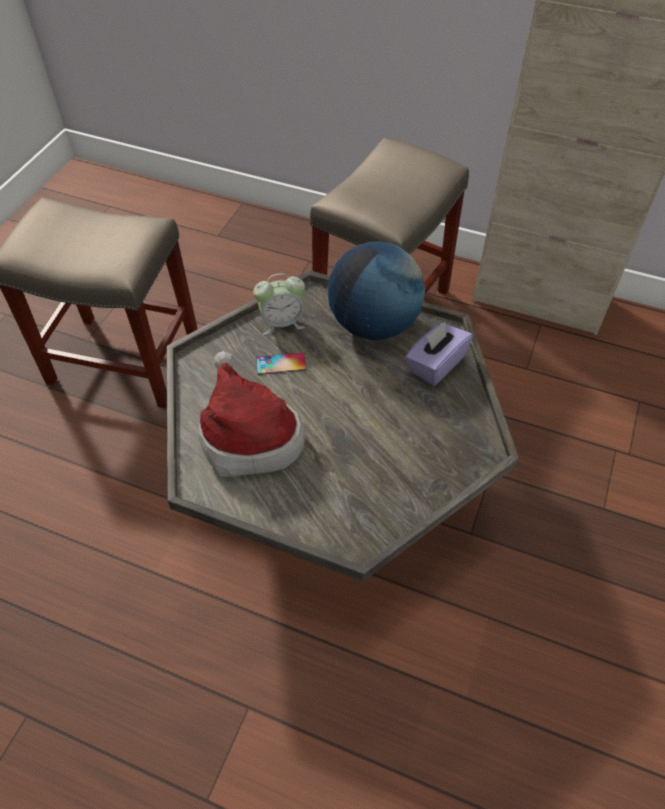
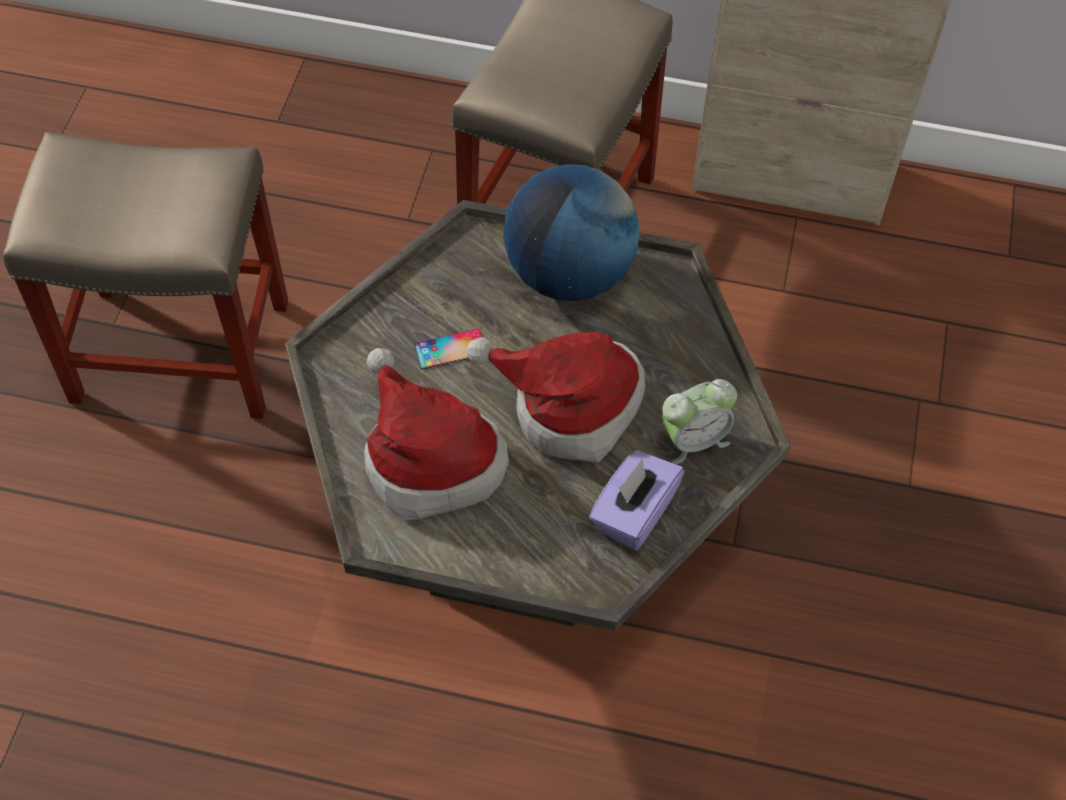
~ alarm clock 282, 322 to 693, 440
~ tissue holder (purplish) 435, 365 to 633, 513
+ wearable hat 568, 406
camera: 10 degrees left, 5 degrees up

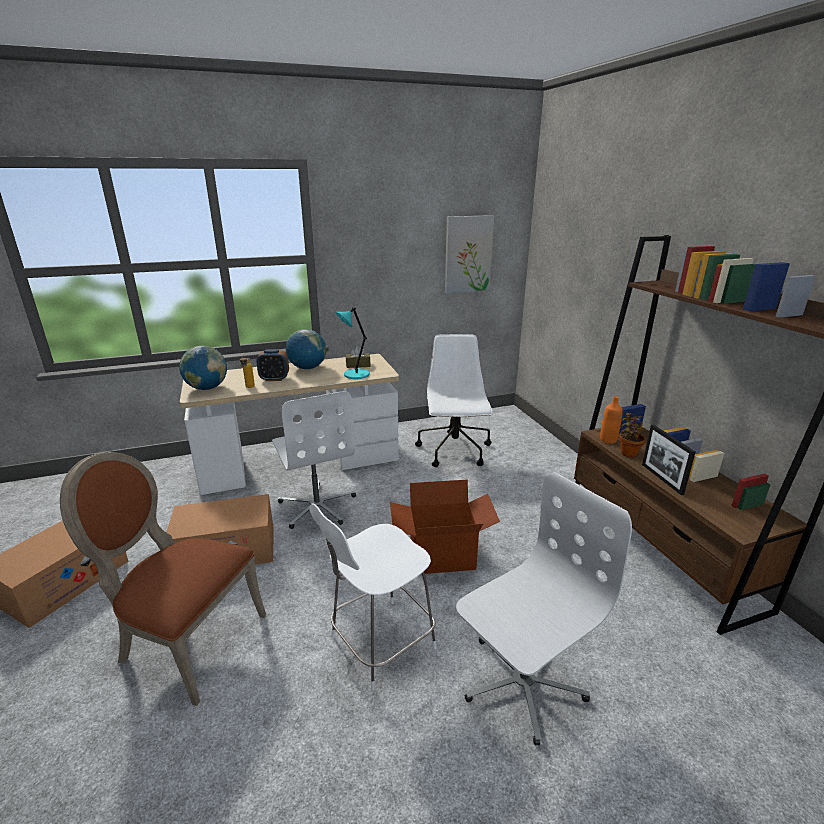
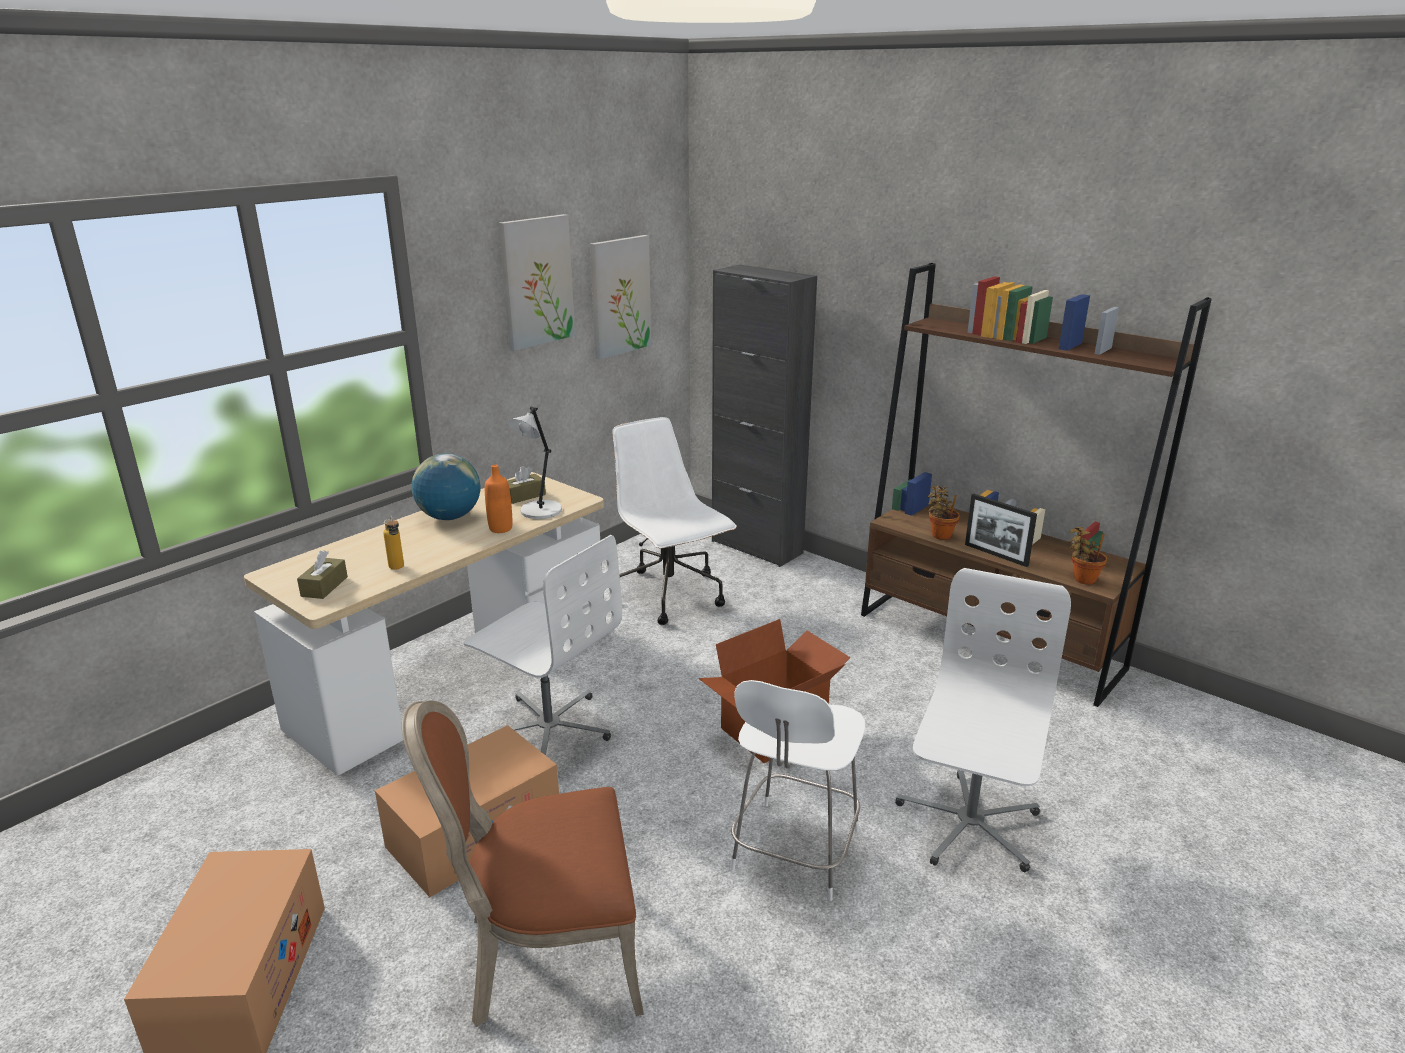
~ globe 207, 388 to tissue holder (brownish) 324, 586
- alarm clock 274, 379
~ table lamp (turquoise) 355, 375 to table lamp (greyish) 539, 511
~ bottle (orangey) 608, 440 to 500, 528
+ wall art 536, 281
+ cabinet (blackish) 756, 547
+ potted plant 1082, 579
camera: 30 degrees left, 0 degrees up

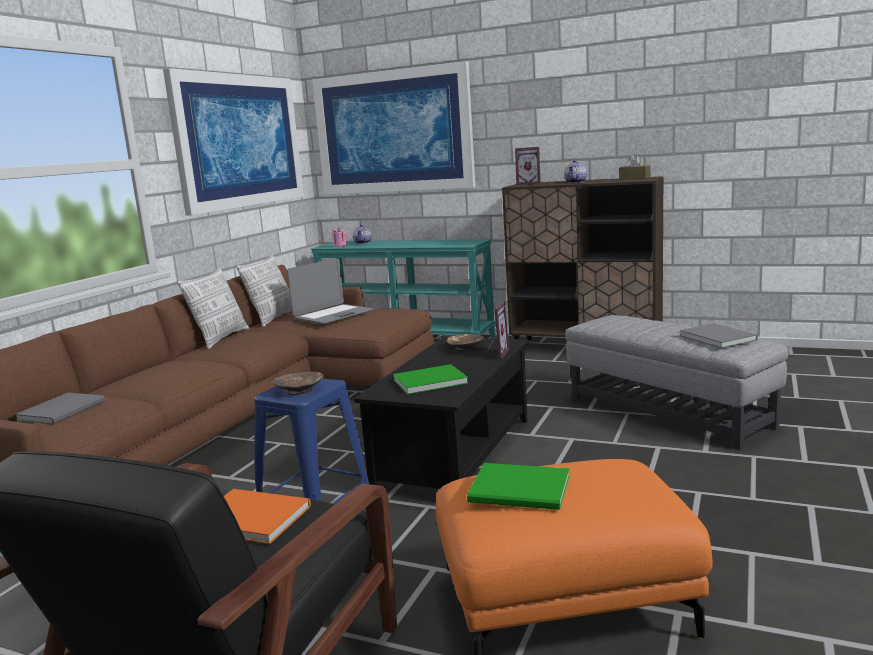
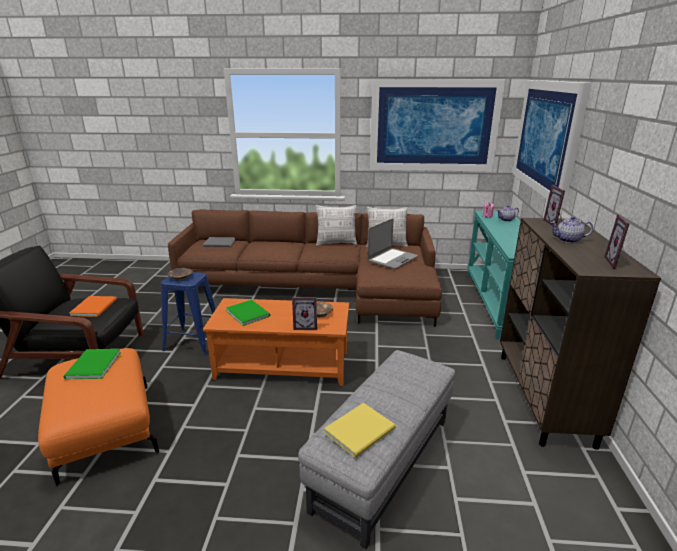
~ portable computer 333, 315 = 392, 259 75 degrees counterclockwise
~ lounge table (blackish) 454, 453 to lounge table (orangey) 283, 365
~ tissue holder (brownish) 634, 178 to photo frame 618, 263
~ volume (greyish) 717, 337 to volume (yellow-coloured) 362, 430
camera: 70 degrees right, 10 degrees up

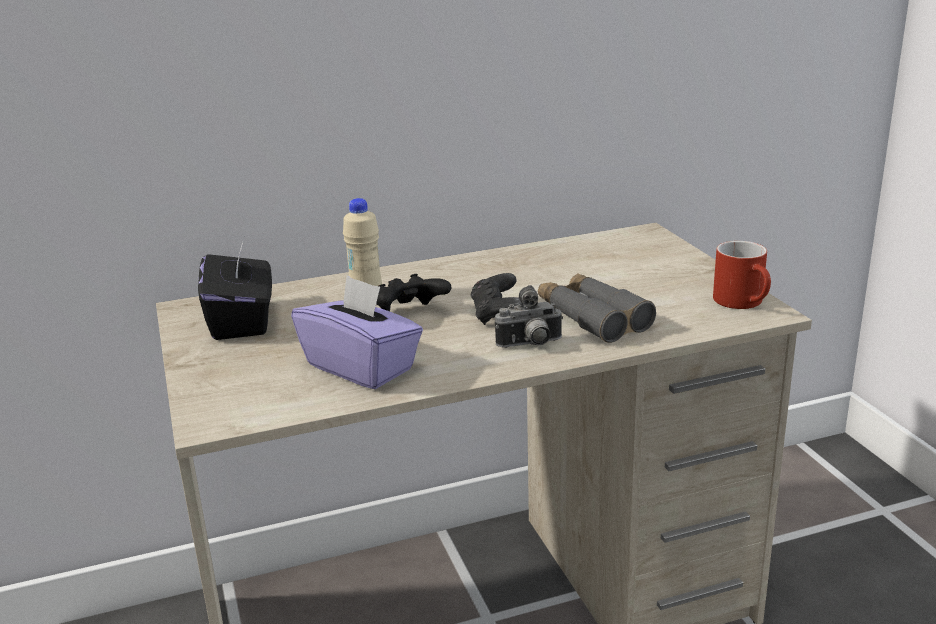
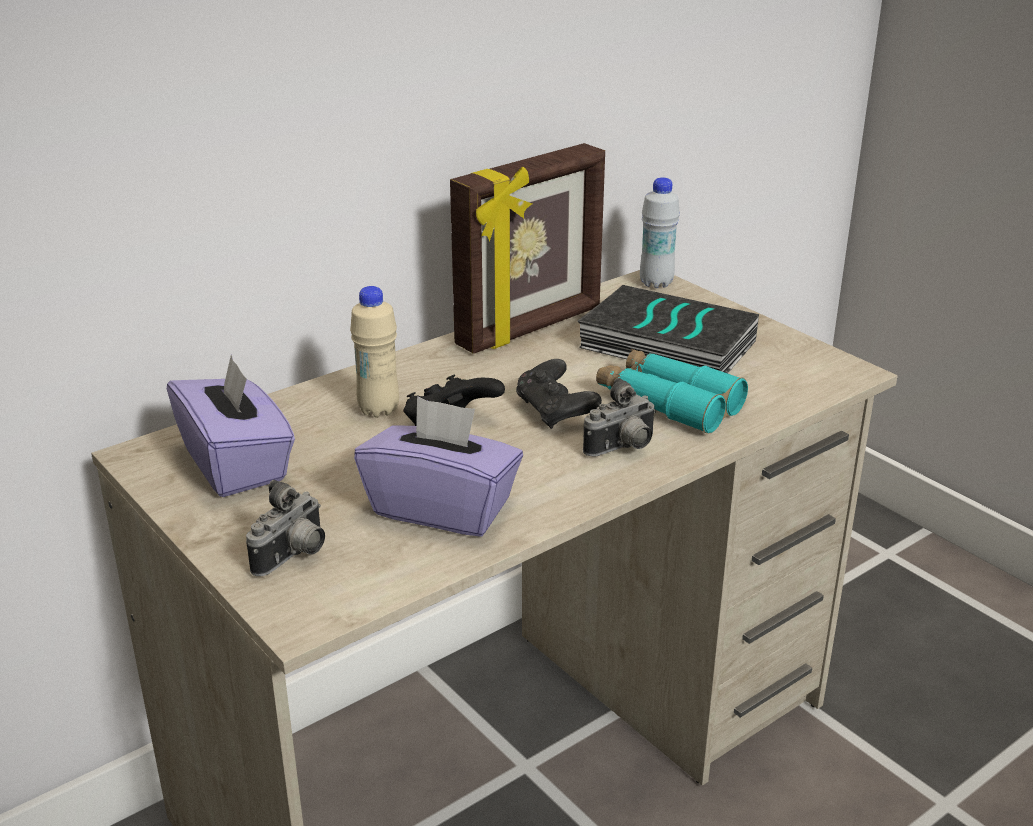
~ tissue holder (blackish) 242, 321 to tissue holder (purplish) 237, 464
~ pair of binoculars (greyish) 592, 317 to pair of binoculars (turquoise) 668, 402
- mug (reddish) 745, 302
+ still camera 294, 557
+ photo frame 531, 328
+ volume 665, 345
+ bottle (whitish) 656, 283
camera: 20 degrees left, 5 degrees up

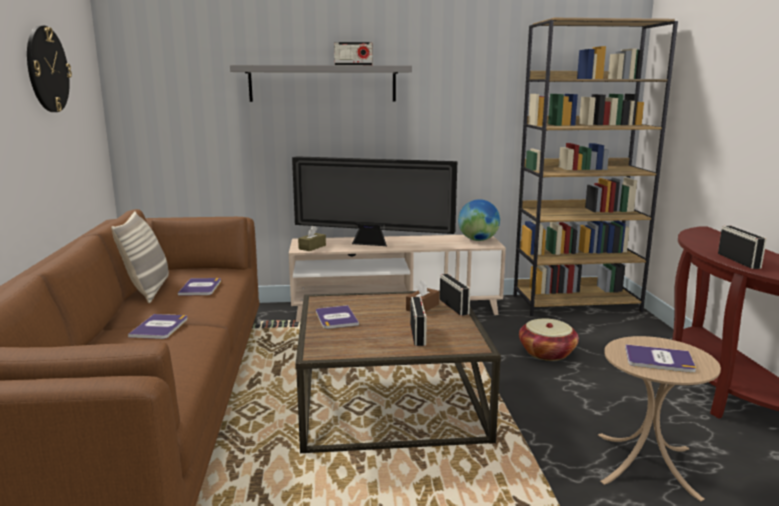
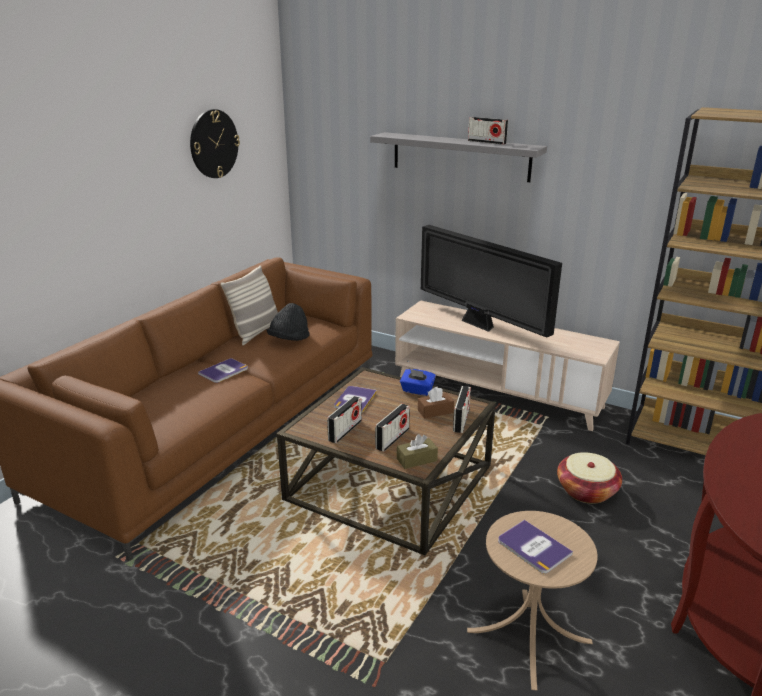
~ volume 200, 287 to wearable hat (blackish) 289, 339
~ tissue holder (brownish) 312, 247 to 416, 460
- globe 478, 240
~ radio set 738, 261 to 345, 431
+ tissue holder (blue) 417, 390
camera: 35 degrees right, 10 degrees up

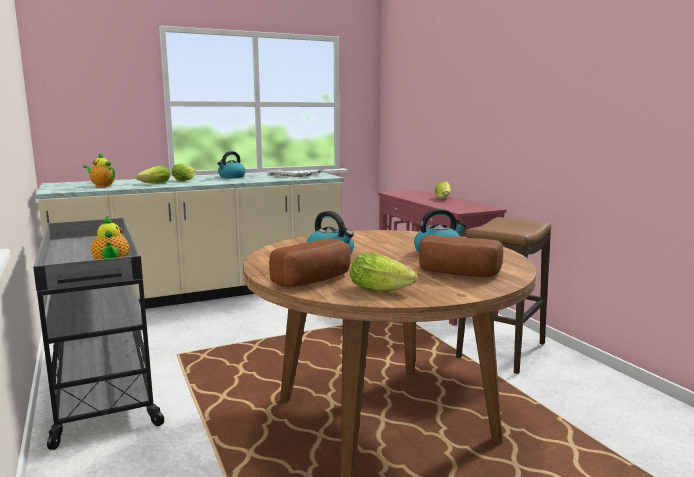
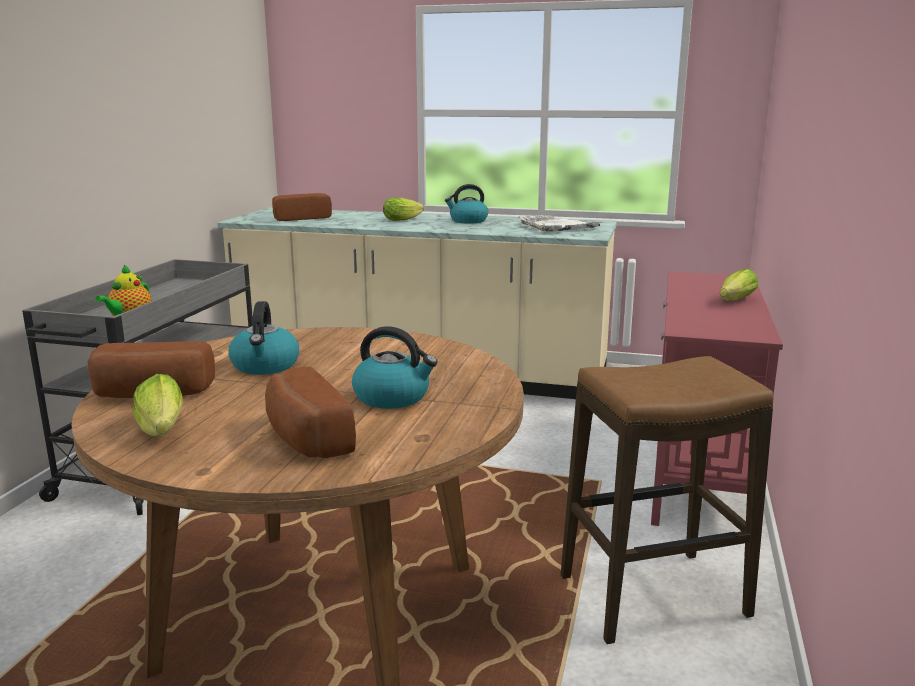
~ tea pot 102, 186 to baked bread 300, 218
- head of lettuce 153, 184
camera: 40 degrees right, 5 degrees up

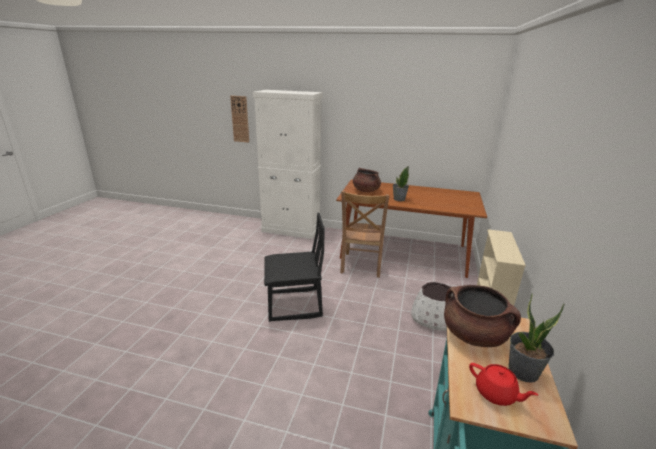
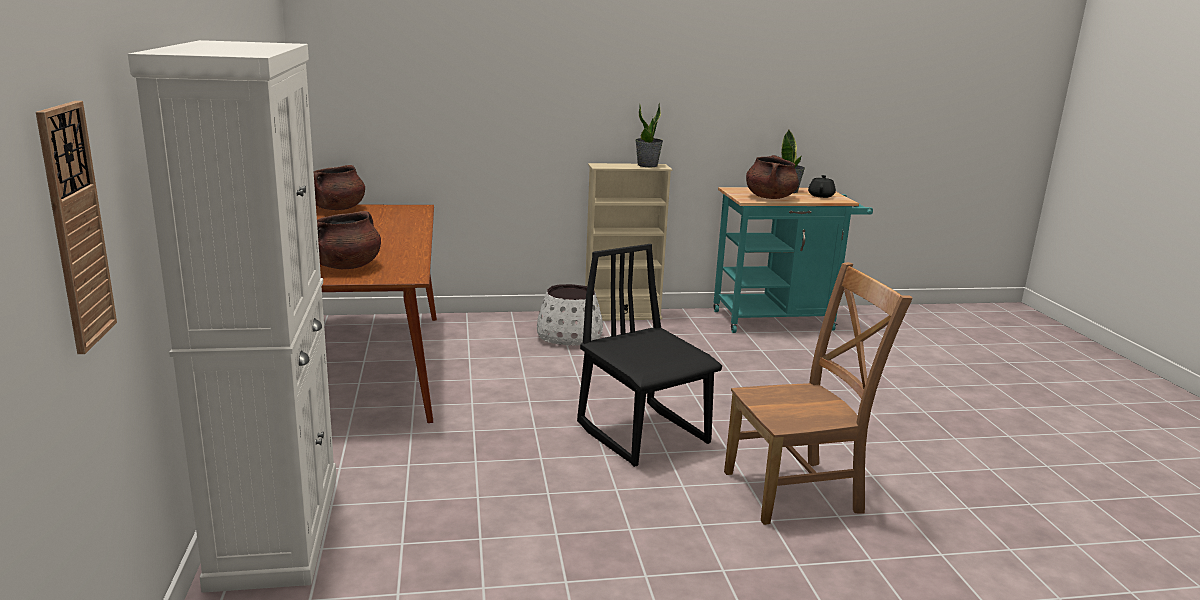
~ upright chair (brownish) 361, 266 to 797, 491
~ potted plant 399, 199 to 647, 165
~ tea pot (reddish) 496, 394 to tea pot (blackish) 821, 195
+ stockpot (brownish) 337, 208
camera: 115 degrees left, 5 degrees down

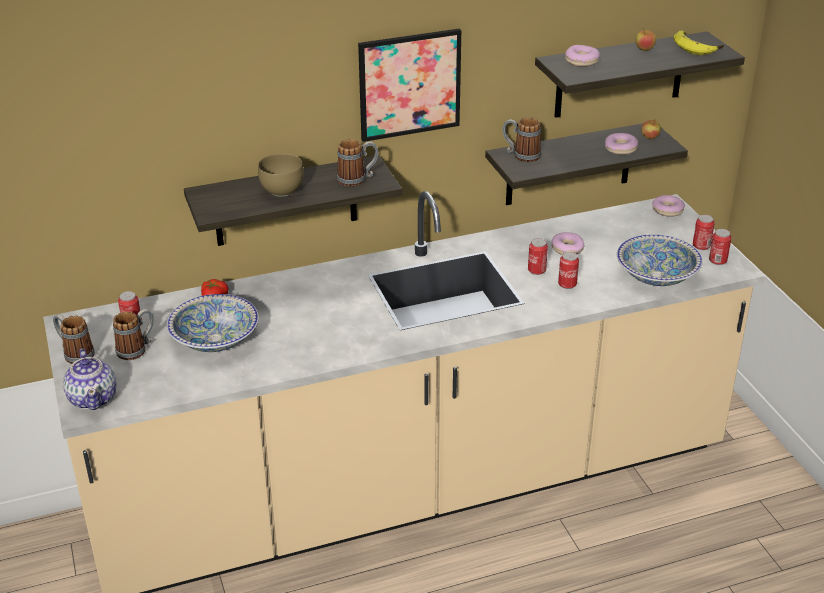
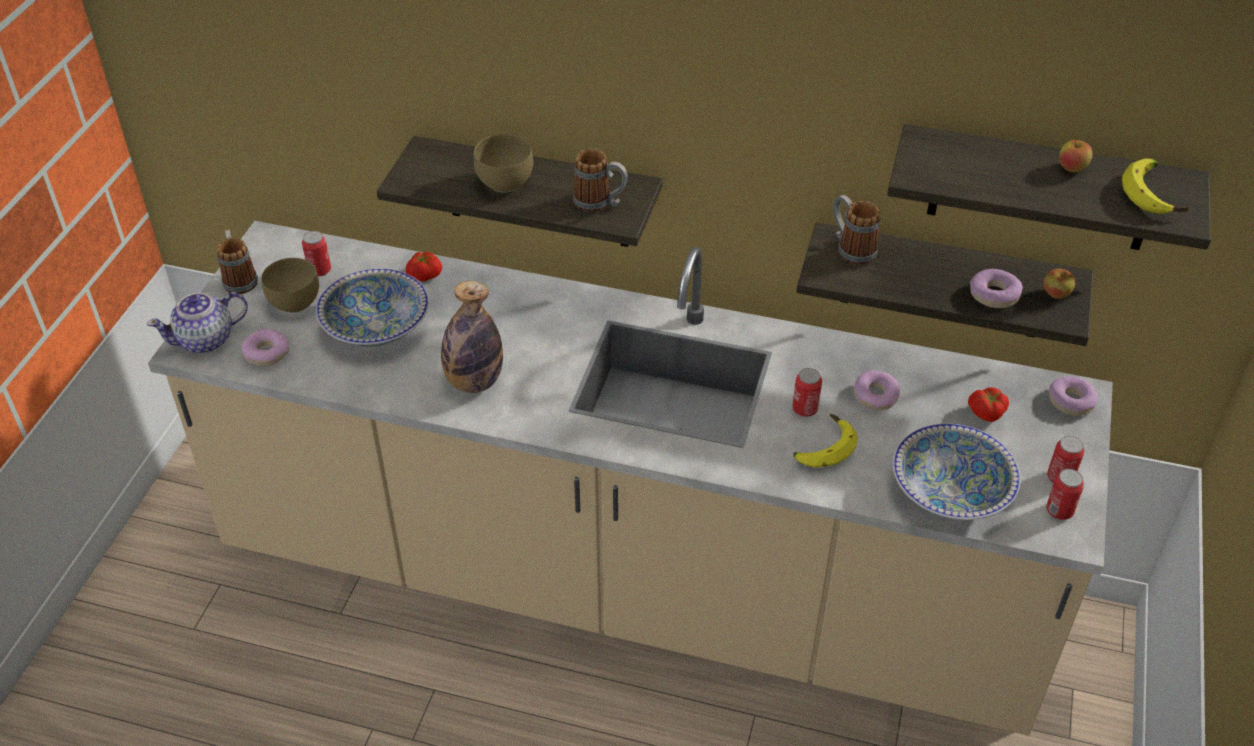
~ tea pot 93, 398 = 206, 340 45 degrees clockwise
~ mug 137, 349 to bowl (brownish) 296, 302
- wall art 409, 84
~ metal can 567, 284 to banana 822, 447
~ ring doughnut 582, 61 to 267, 353
+ bottle 474, 382
+ whole tomato 986, 413
camera: 35 degrees right, 10 degrees up

